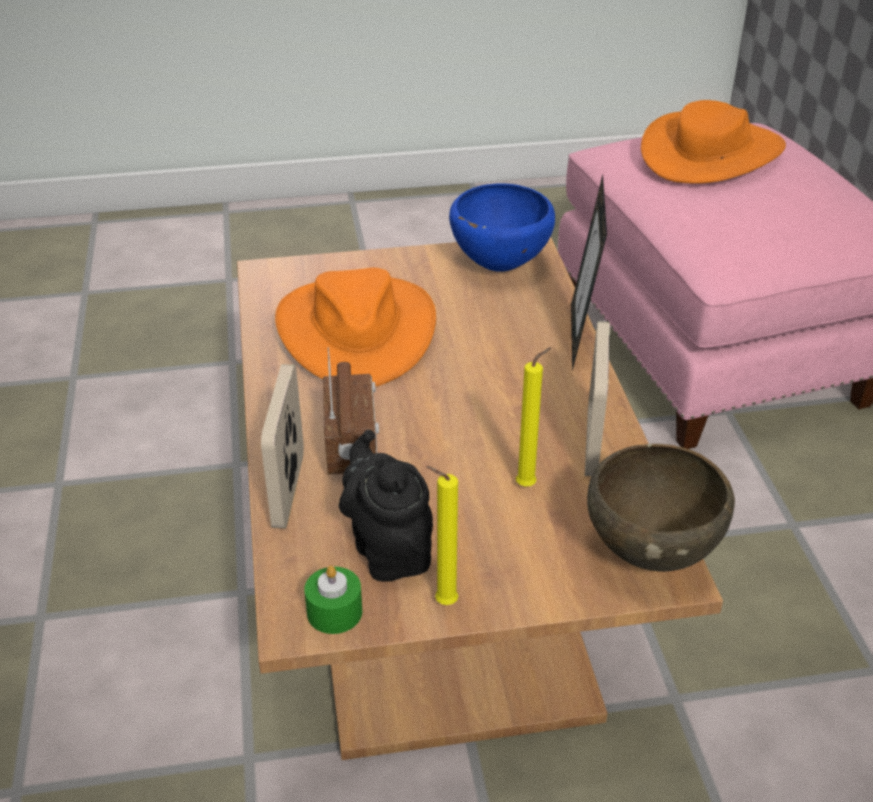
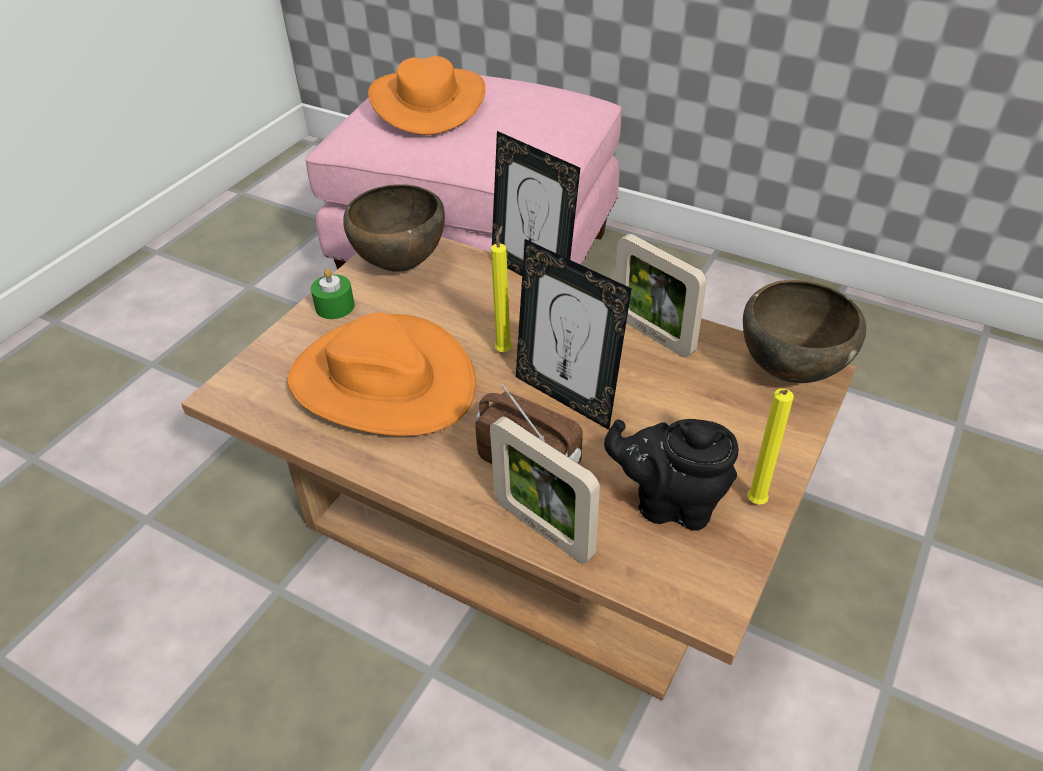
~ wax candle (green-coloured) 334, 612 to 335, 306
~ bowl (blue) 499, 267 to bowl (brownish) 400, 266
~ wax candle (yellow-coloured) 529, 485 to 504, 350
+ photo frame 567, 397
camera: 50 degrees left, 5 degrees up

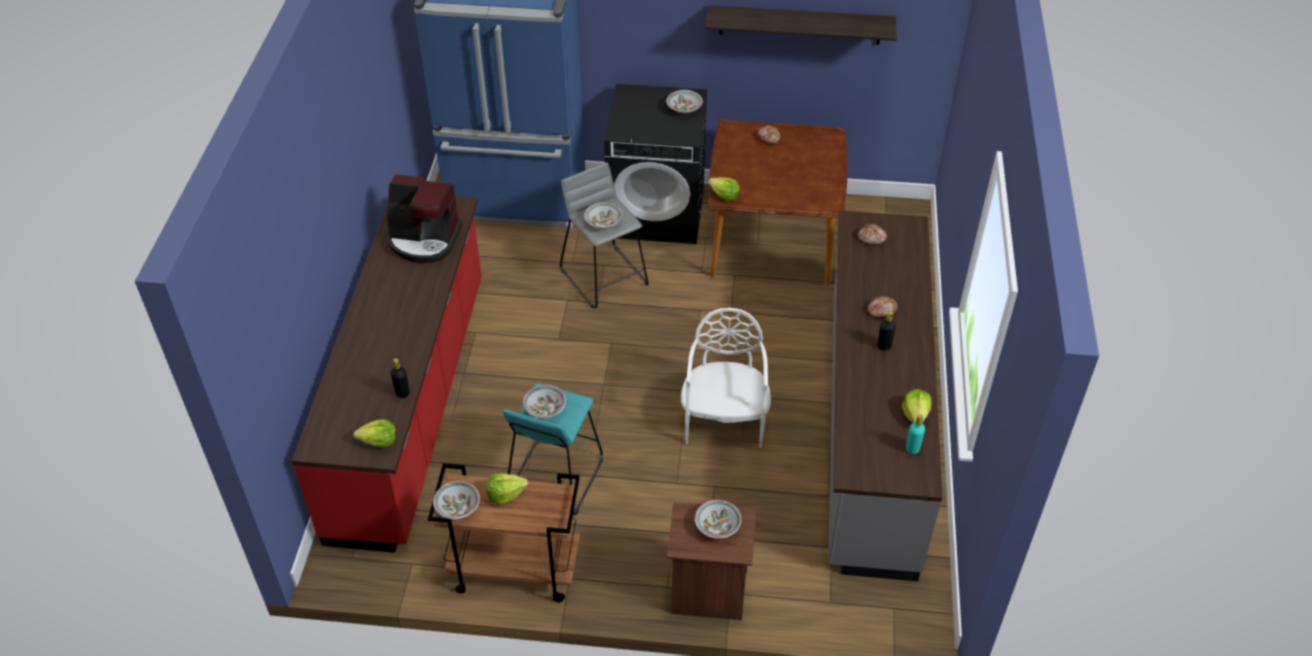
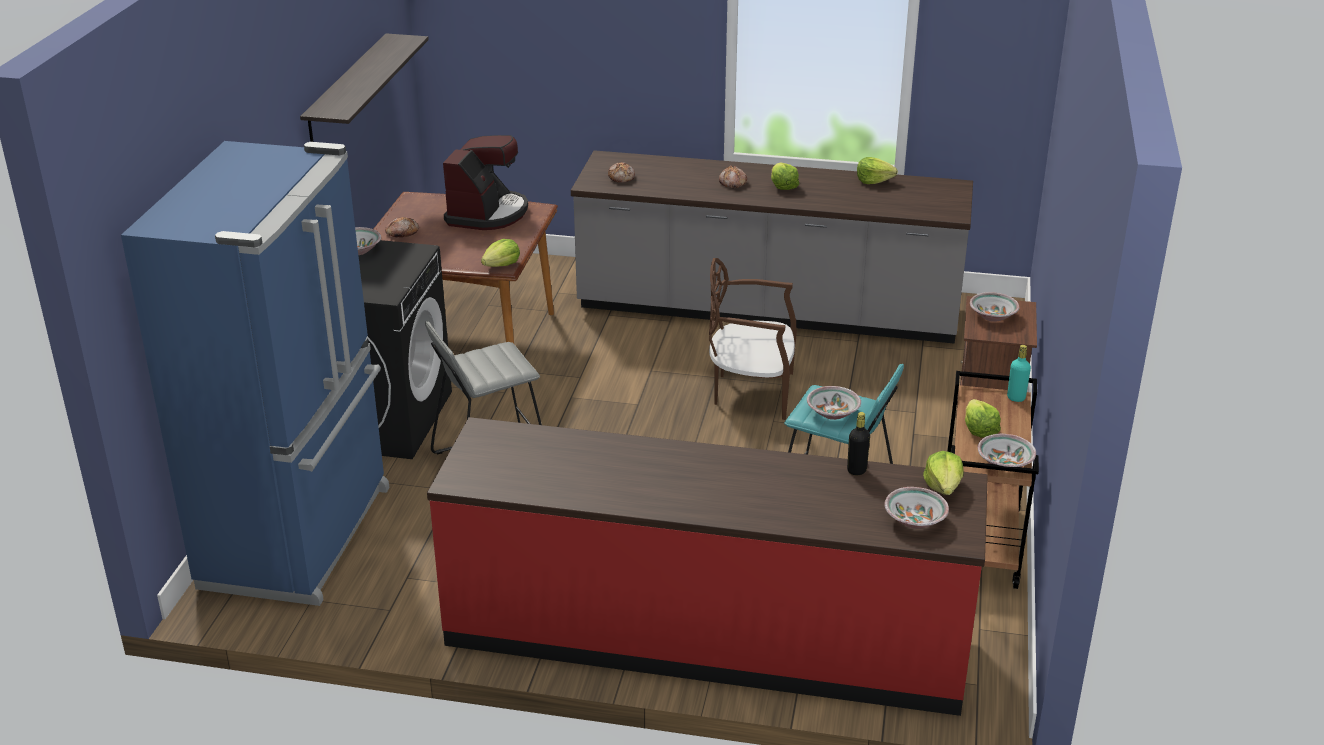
~ coffee brewer 424, 240 to 487, 213
~ bowl 603, 222 to 914, 519
~ upright chair (whitish) 724, 420 to upright chair (brownish) 751, 392
~ bottle (blackish) 884, 346 to head of lettuce 783, 186
~ bottle (turquoise) 912, 448 to 1016, 398
camera: 85 degrees left, 15 degrees down

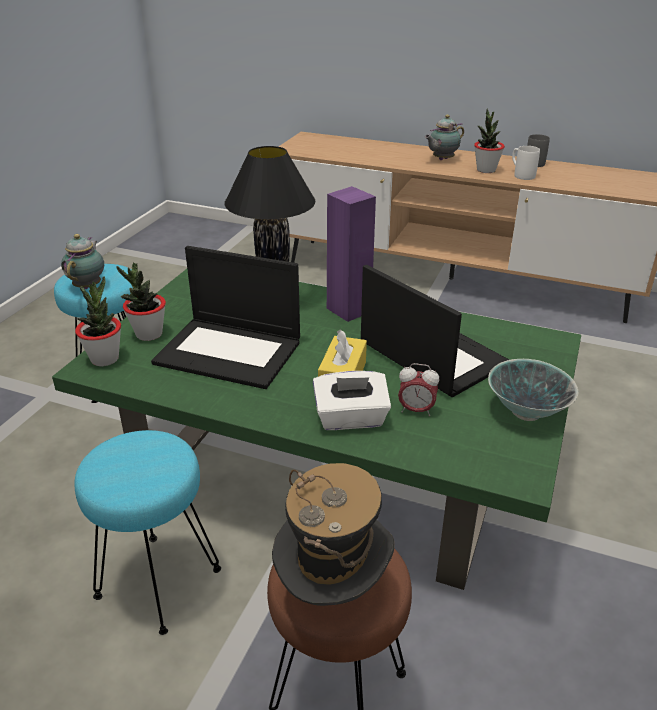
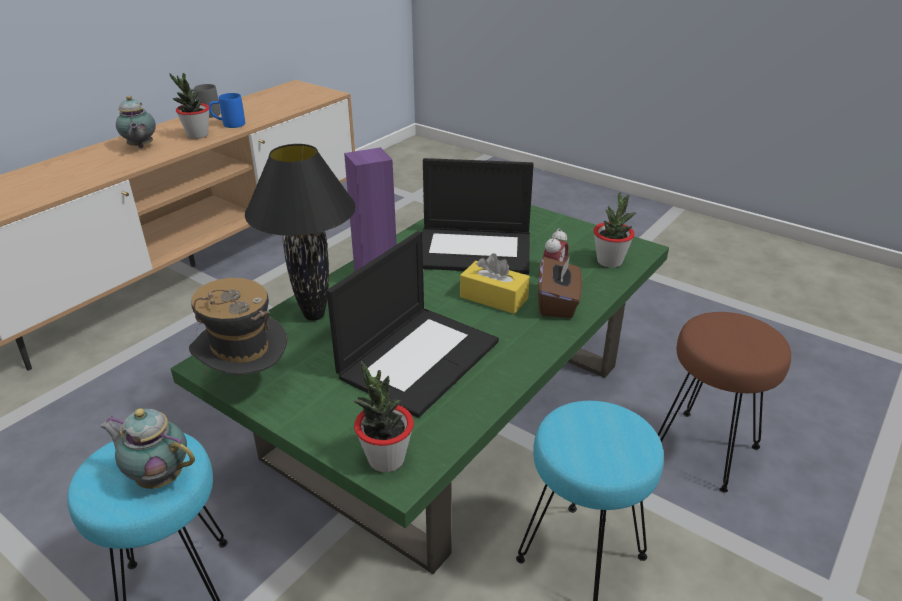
~ potted plant 149, 334 to 609, 261
~ wearable hat 333, 593 to 247, 383
~ tissue holder (whitish) 351, 419 to tissue holder (brownish) 557, 303
~ portable computer 430, 354 = 475, 250 150 degrees counterclockwise
- bowl 526, 412
~ mug (whitish) 521, 175 to mug (blue) 229, 125
camera: 75 degrees left, 0 degrees up

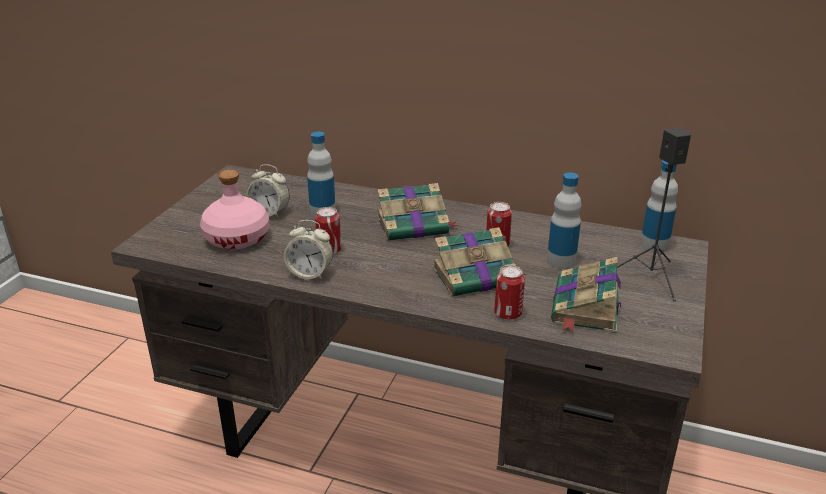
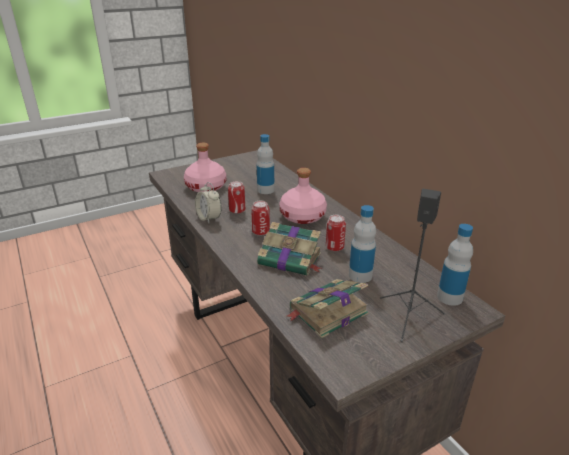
- alarm clock 270, 213
~ volume 414, 226 to bottle (pink-coloured) 303, 216
~ metal can 508, 313 to 261, 232
camera: 40 degrees right, 0 degrees up

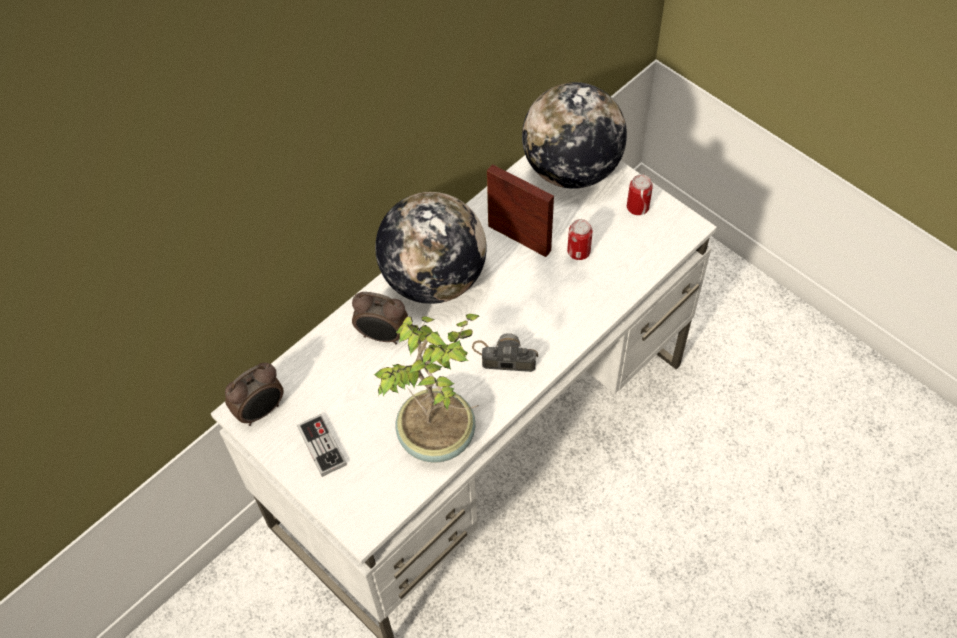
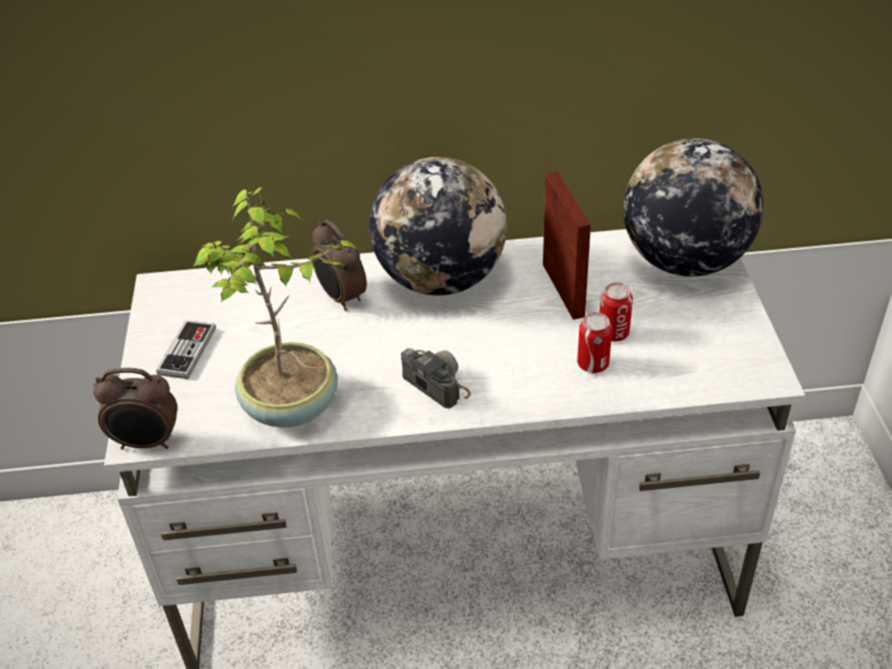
~ alarm clock 261, 411 to 147, 443
~ metal can 637, 207 to 593, 364
camera: 40 degrees right, 15 degrees down

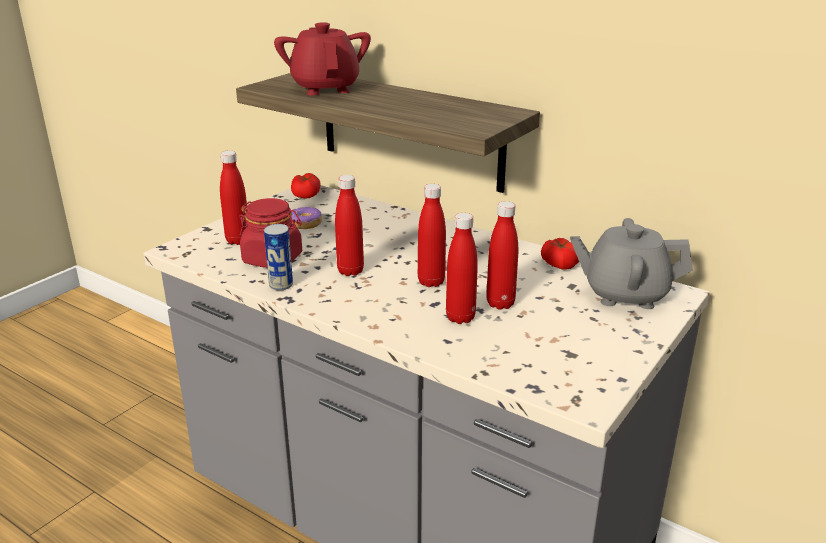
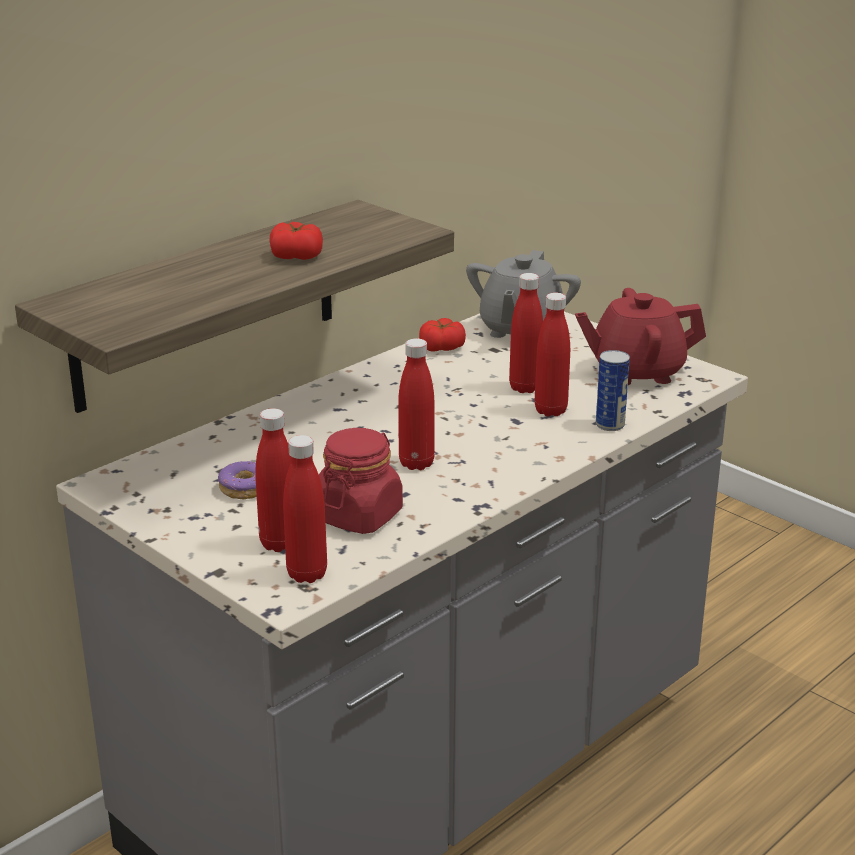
~ metal can 281, 285 to 610, 425
~ tea pot (reddish) 325, 88 to 636, 372
~ whole tomato 306, 194 to 296, 256
~ bottle (reddish) 431, 282 to 307, 574
camera: 80 degrees left, 0 degrees up

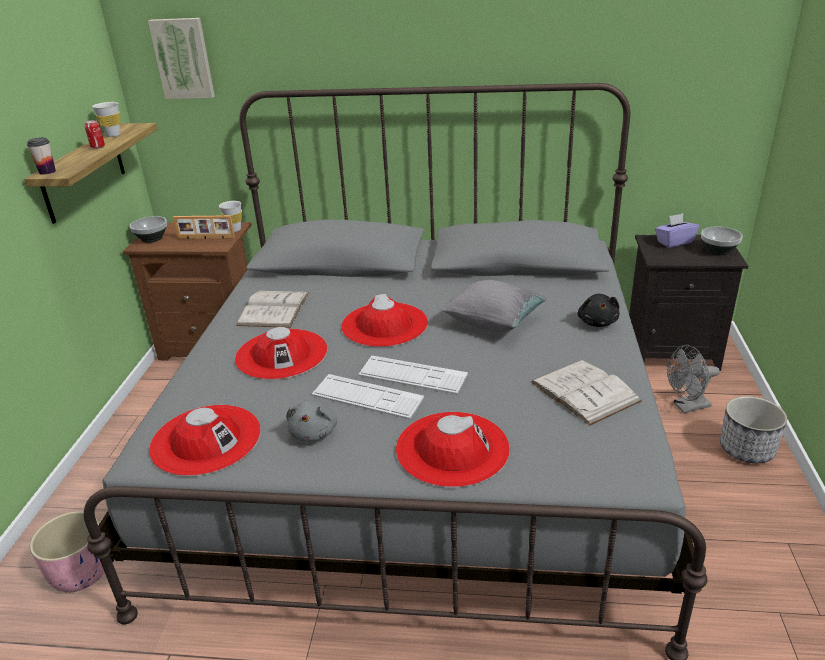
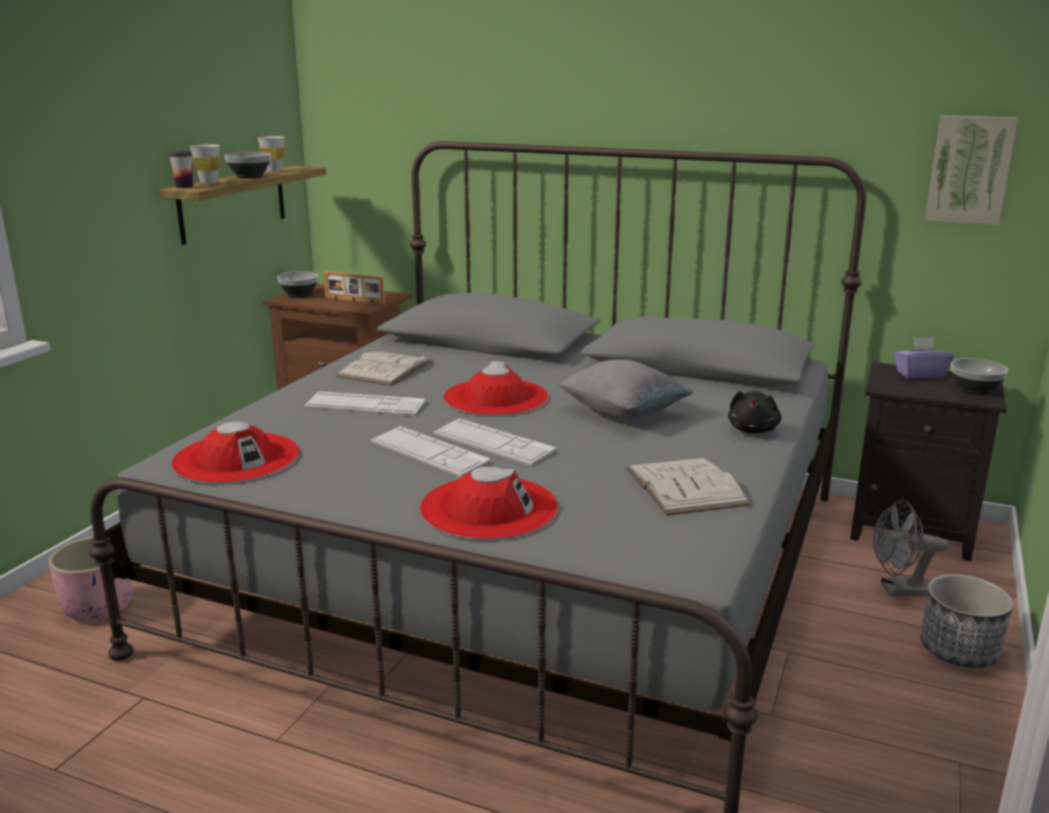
~ metal can 97, 147 to bowl 250, 176
~ wall art 183, 58 to 969, 169
~ drinking cup (whitish) 234, 230 to 209, 182
~ wearable hat (reddish) 281, 354 to keyboard 365, 405
- plush toy (greyish) 314, 432
camera: 15 degrees right, 10 degrees down

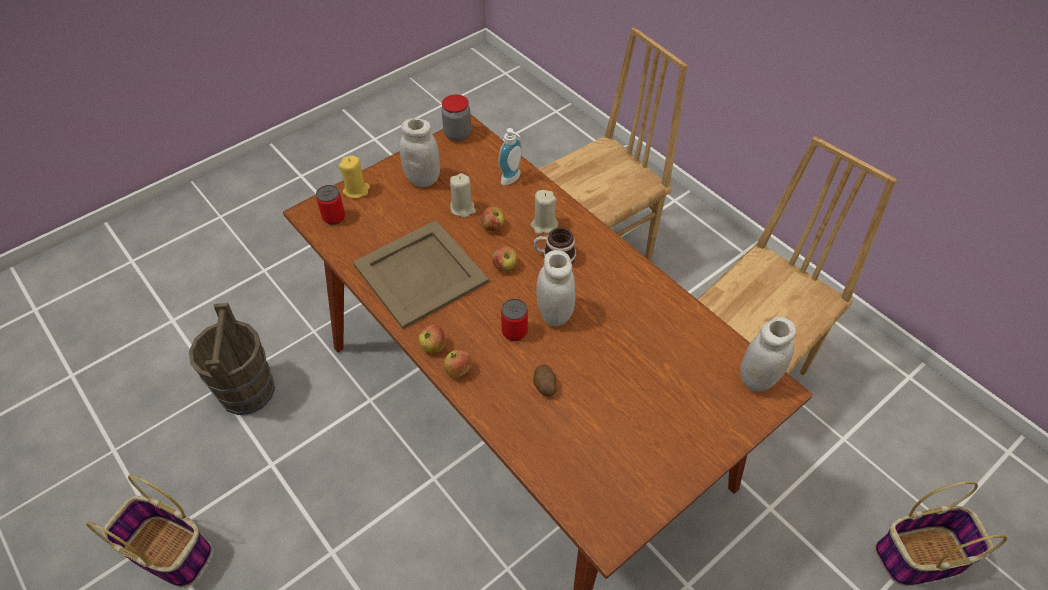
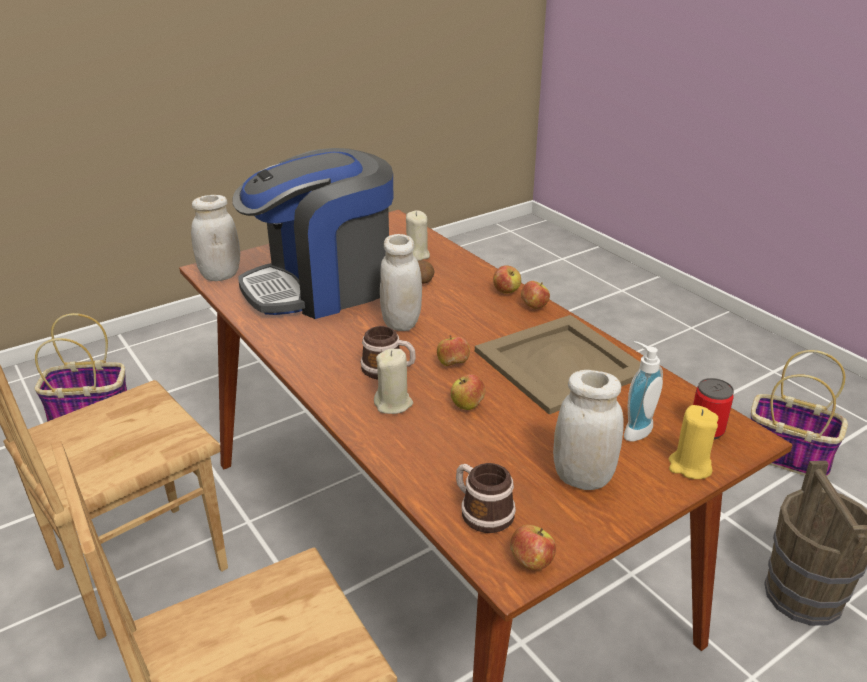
~ preserve jar 457, 134 to whole apple 531, 562
~ wax candle (sand-coloured) 463, 208 to 416, 255
~ soap dispenser 513, 180 to 634, 429
- metal can 514, 332
+ coffee brewer 322, 287
+ mug 481, 511
camera: 175 degrees left, 20 degrees down

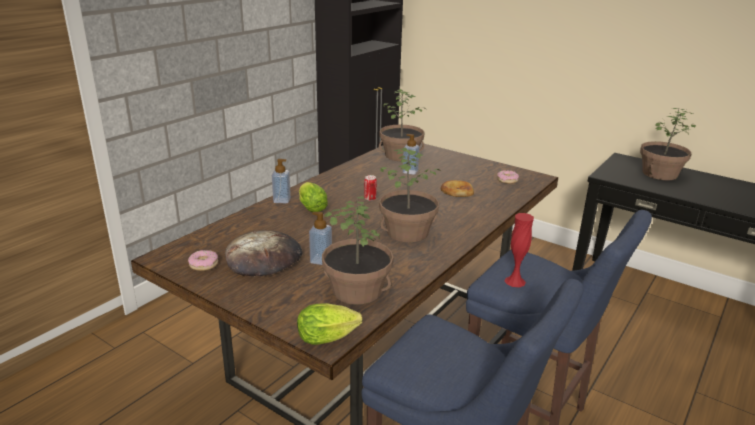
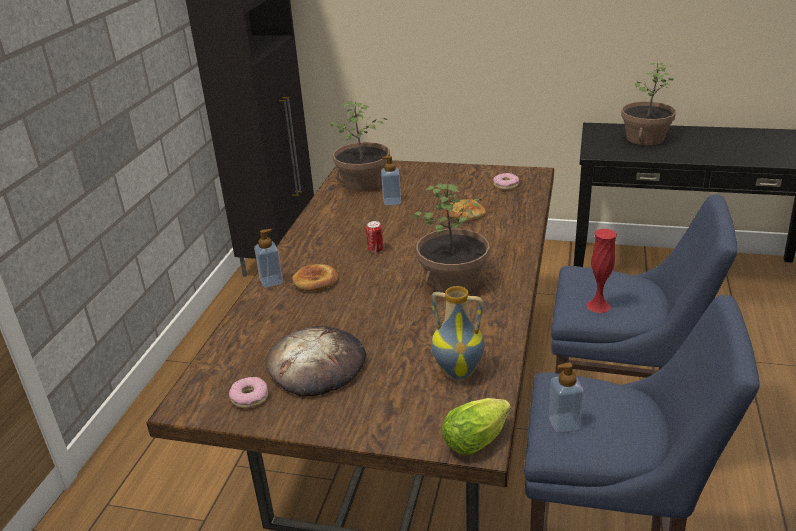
~ head of lettuce 311, 207 to baked bread 315, 281
~ soap dispenser 321, 260 to 564, 423
~ potted plant 357, 290 to vase 458, 370
camera: 20 degrees left, 5 degrees up

